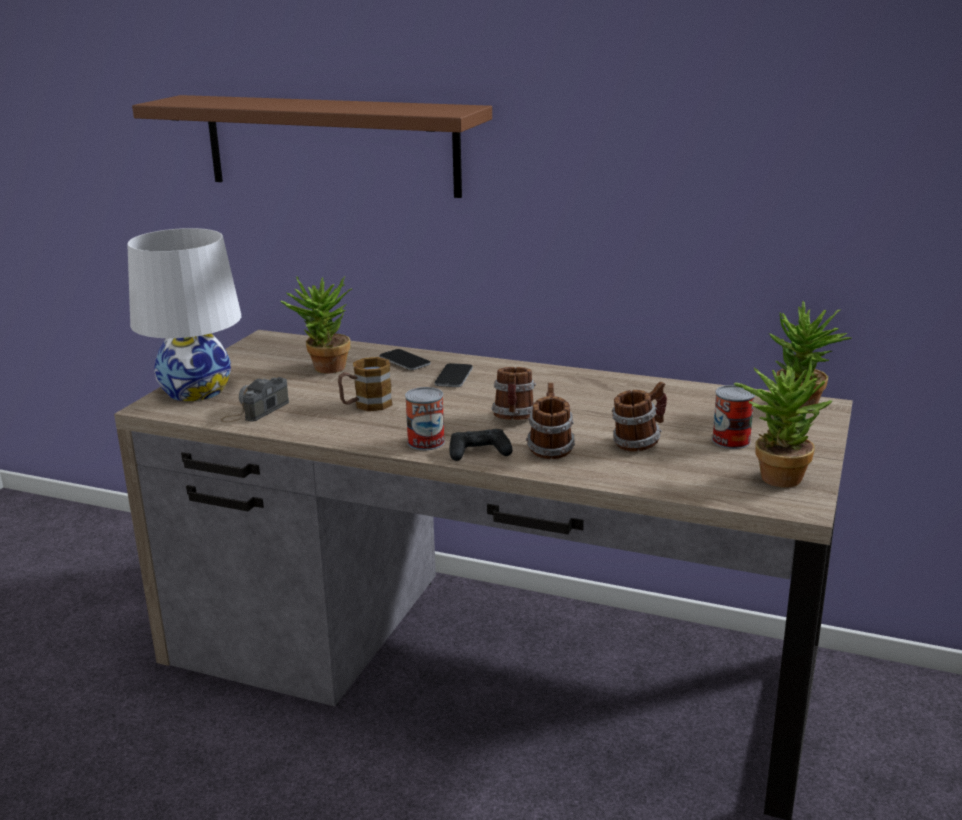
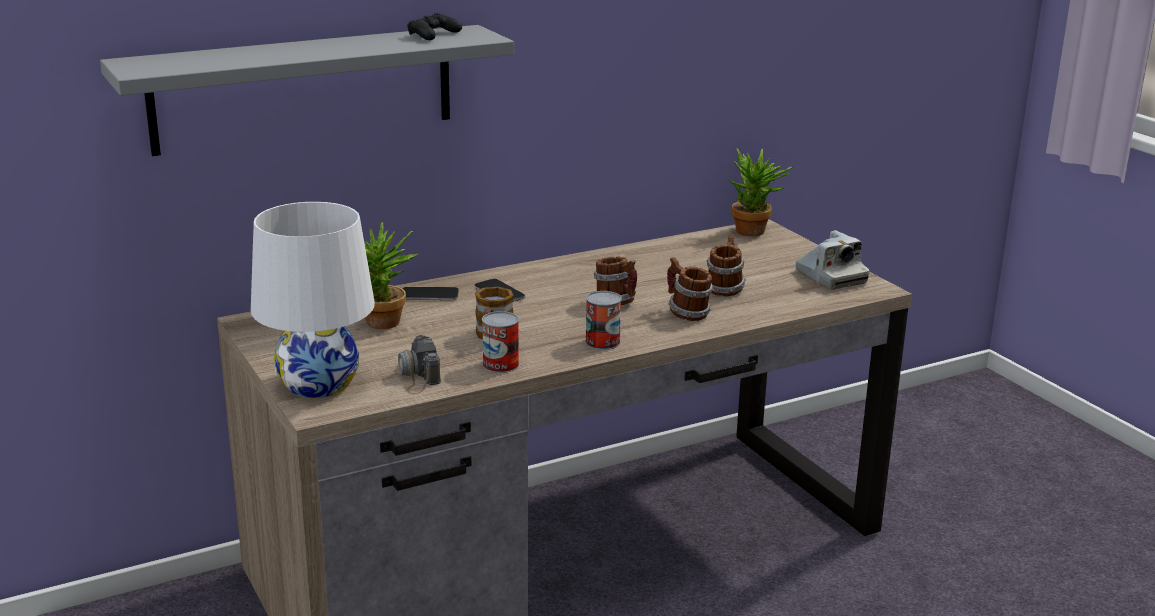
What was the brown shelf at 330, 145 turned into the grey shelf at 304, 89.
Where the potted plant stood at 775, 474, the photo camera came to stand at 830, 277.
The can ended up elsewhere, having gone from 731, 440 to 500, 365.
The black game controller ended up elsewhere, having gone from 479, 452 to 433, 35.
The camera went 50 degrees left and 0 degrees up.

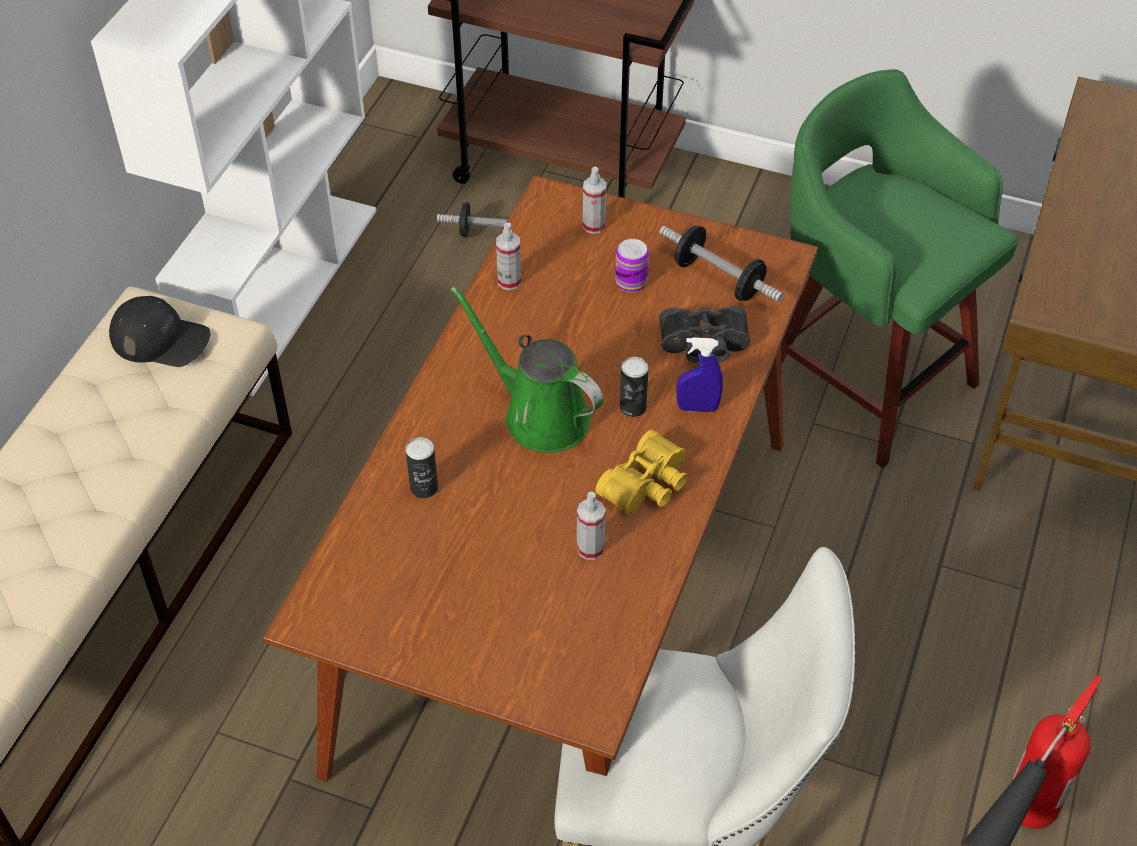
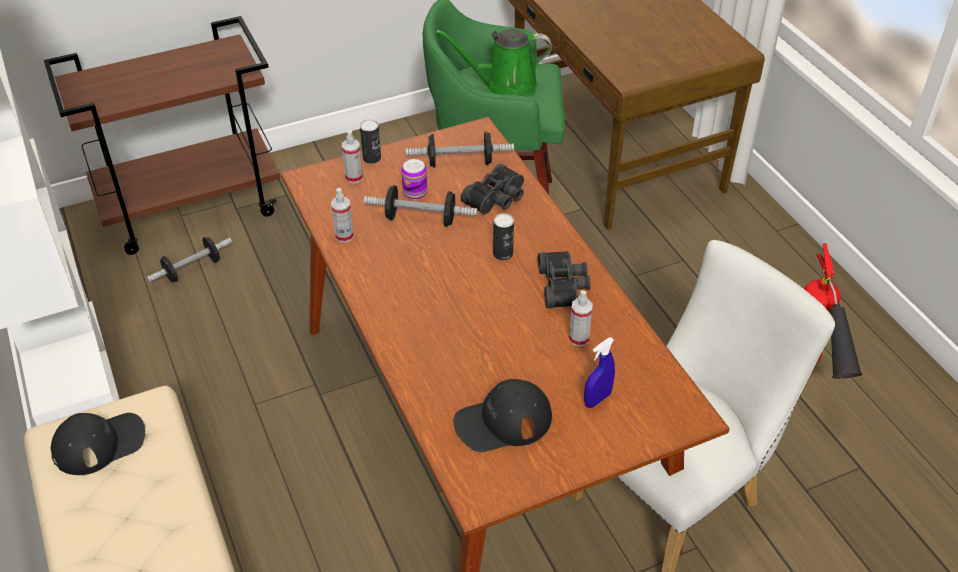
The green watering can ended up elsewhere, having gone from 539, 415 to 505, 85.
The blue spray bottle ended up elsewhere, having gone from 697, 408 to 597, 399.
What was the yellow binoculars at 648, 485 turned into the black binoculars at 564, 286.
The can ended up elsewhere, having gone from 424, 488 to 372, 158.
The second view gained the dumbbell at 421, 219.
The second view gained the black cap at 503, 422.
The camera went 45 degrees left and 5 degrees down.

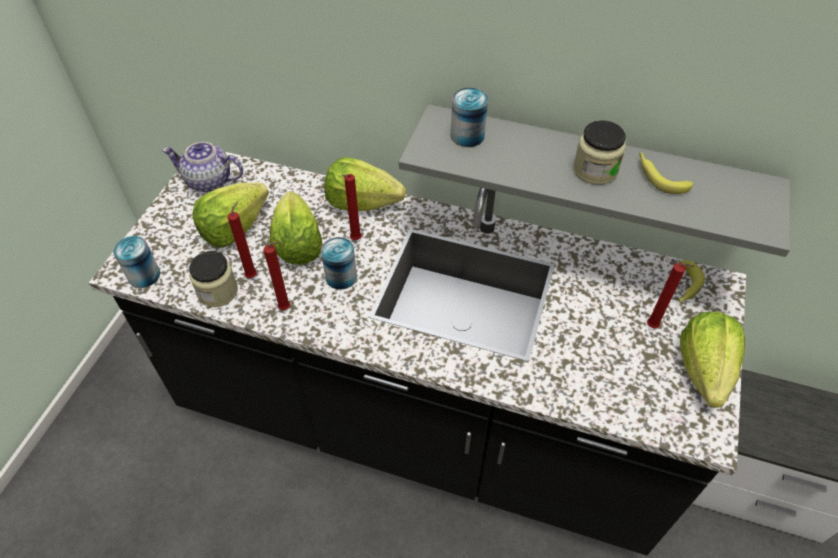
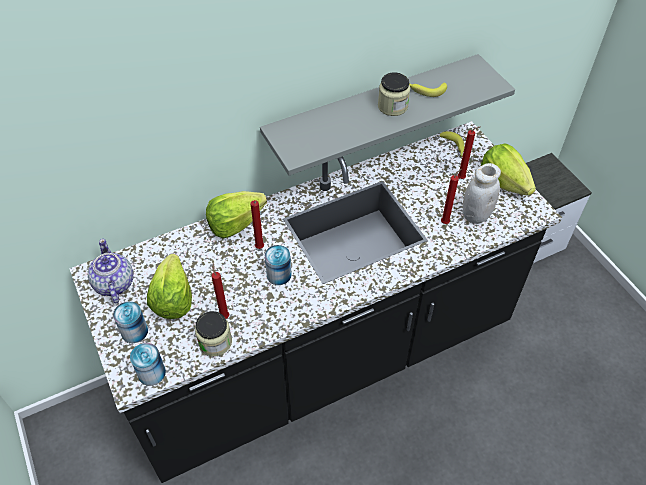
The can ended up elsewhere, having gone from 467, 136 to 134, 331.
The teapot at 209, 181 ended up facing another way, 105 degrees clockwise from before.
The second view lost the lettuce at 297, 244.
The red candle ended up elsewhere, having gone from 286, 308 to 446, 222.
The second view gained the white jar at 476, 215.
The camera went 45 degrees left and 0 degrees up.

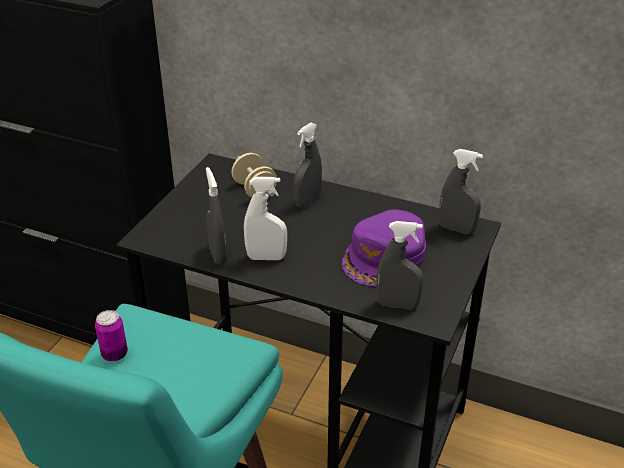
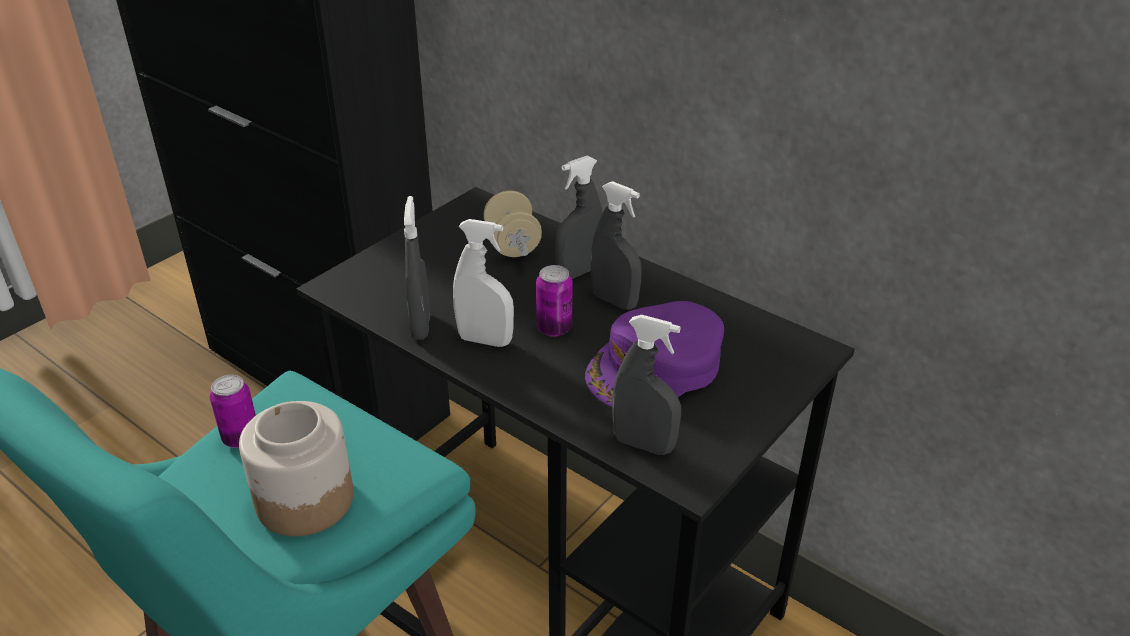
The grey spray bottle ended up elsewhere, having gone from 456, 229 to 614, 301.
The second view gained the can at 554, 328.
The second view gained the jar at 304, 499.
The camera went 15 degrees right and 0 degrees up.

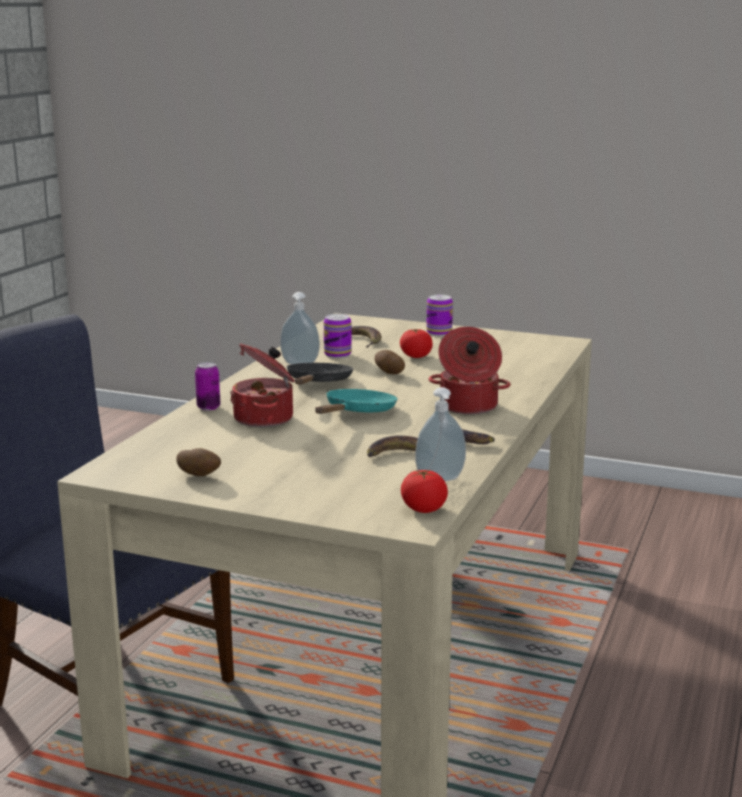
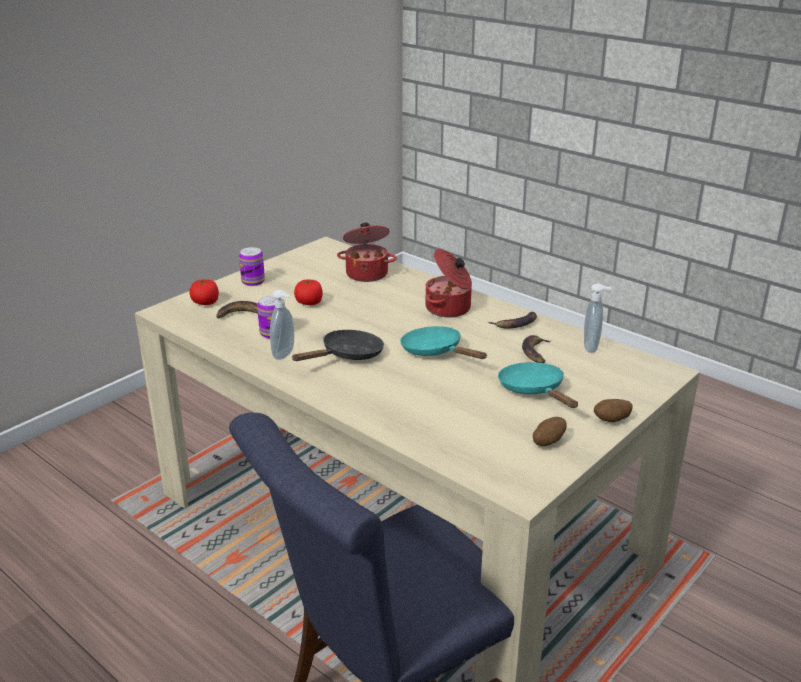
The cooking pot ended up elsewhere, having gone from 265, 418 to 367, 273.
The potato ended up elsewhere, having gone from 389, 373 to 611, 421.
The second view lost the can at 208, 407.
The black frying pan at 318, 383 ended up facing another way, 105 degrees clockwise from before.
The tomato ended up elsewhere, having gone from 423, 508 to 205, 303.
The second view gained the turquoise frying pan at 534, 390.
The camera went 70 degrees left and 10 degrees up.

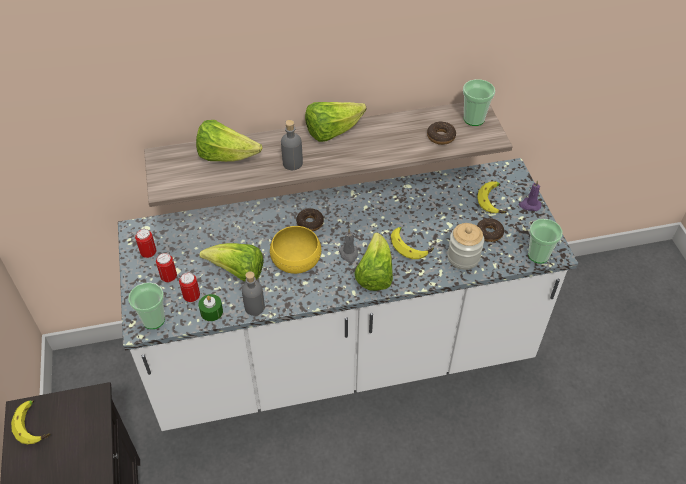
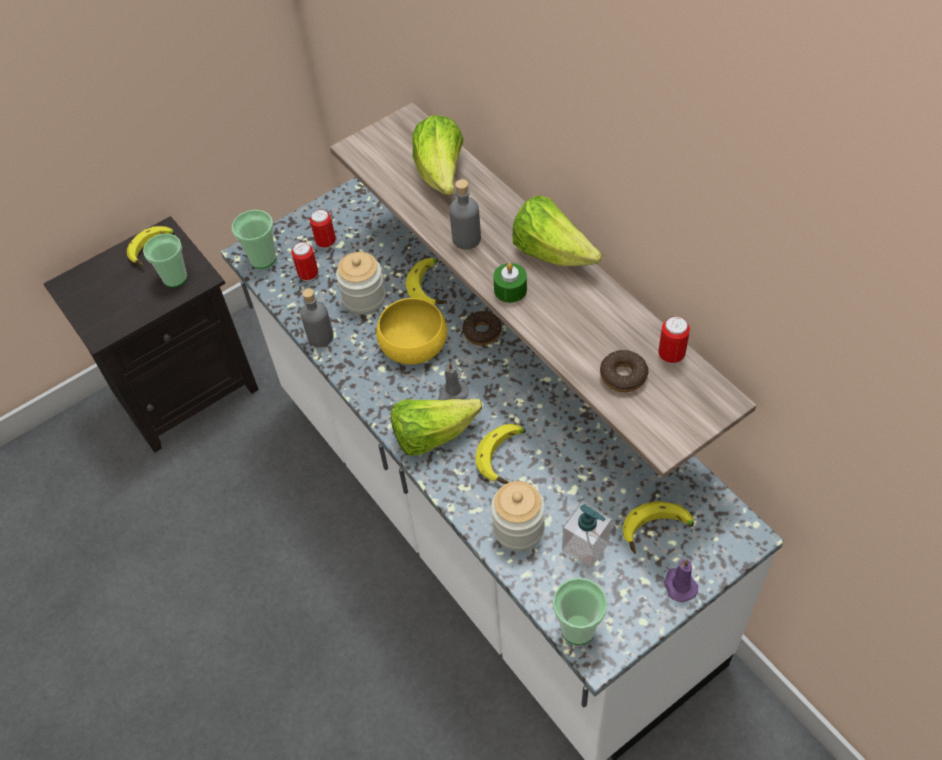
The cup ended up elsewhere, having gone from 473, 119 to 175, 277.
Where the donut stood at 489, 233, the soap dispenser came to stand at 585, 546.
The can ended up elsewhere, having gone from 149, 253 to 671, 355.
Where the lettuce stood at 237, 272, the jar came to stand at 364, 298.
The green candle ended up elsewhere, having gone from 211, 312 to 510, 290.
The second view gained the banana at 431, 286.
The camera went 70 degrees right and 5 degrees up.

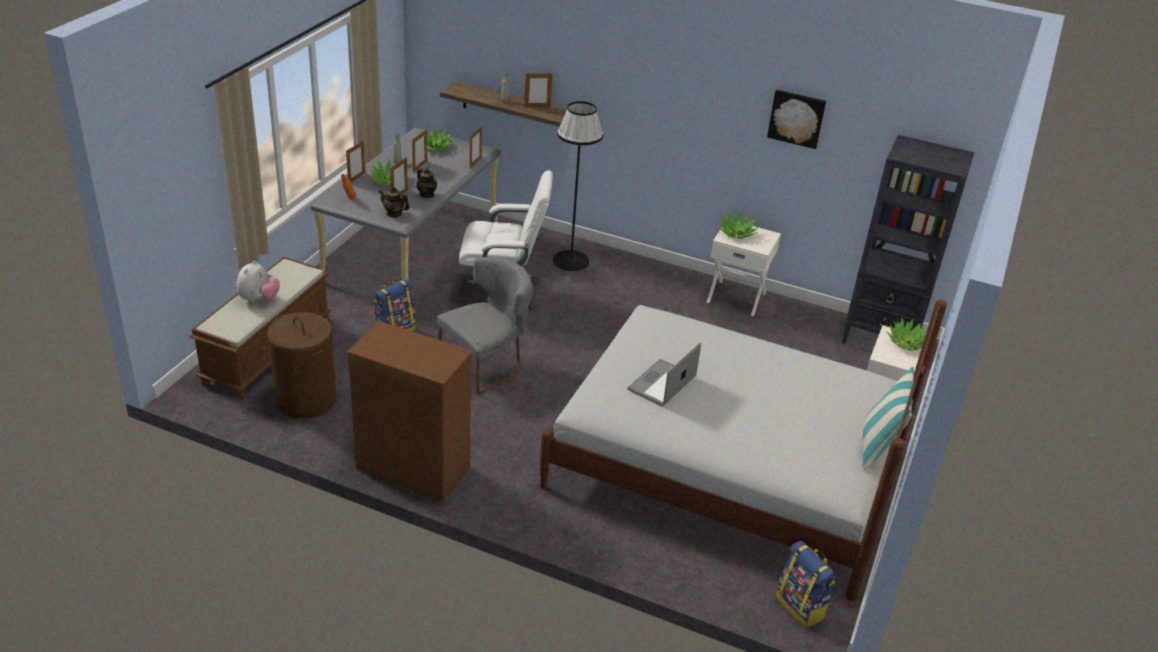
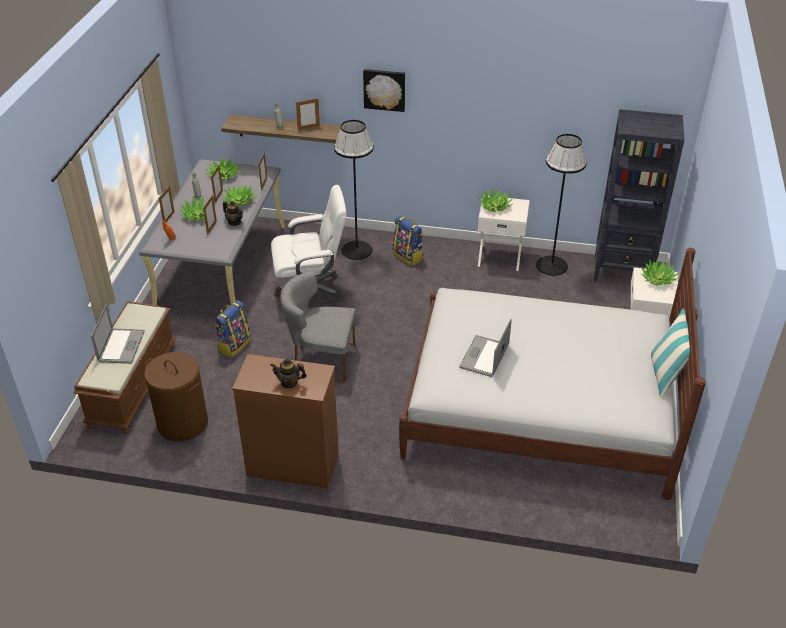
The picture ended up elsewhere, having gone from 796, 118 to 384, 89.
The teapot ended up elsewhere, having gone from 394, 213 to 289, 383.
The grey chair at 487, 365 ended up facing another way, 120 degrees counterclockwise from before.
Where the plush toy stood at 259, 299, the laptop came to stand at 121, 346.
The backpack ended up elsewhere, having gone from 801, 606 to 408, 256.
The second view gained the black floor lamp at 552, 265.
The second view gained the potted plant at 240, 201.
The camera went 10 degrees left and 5 degrees up.

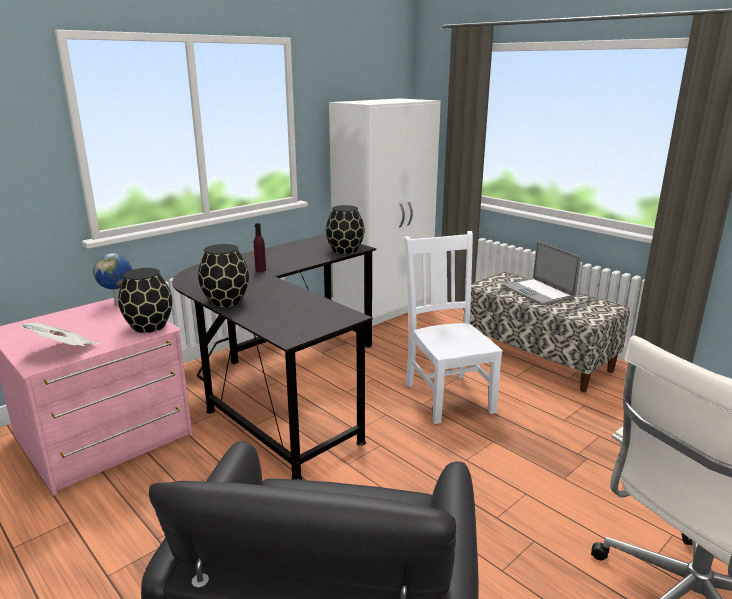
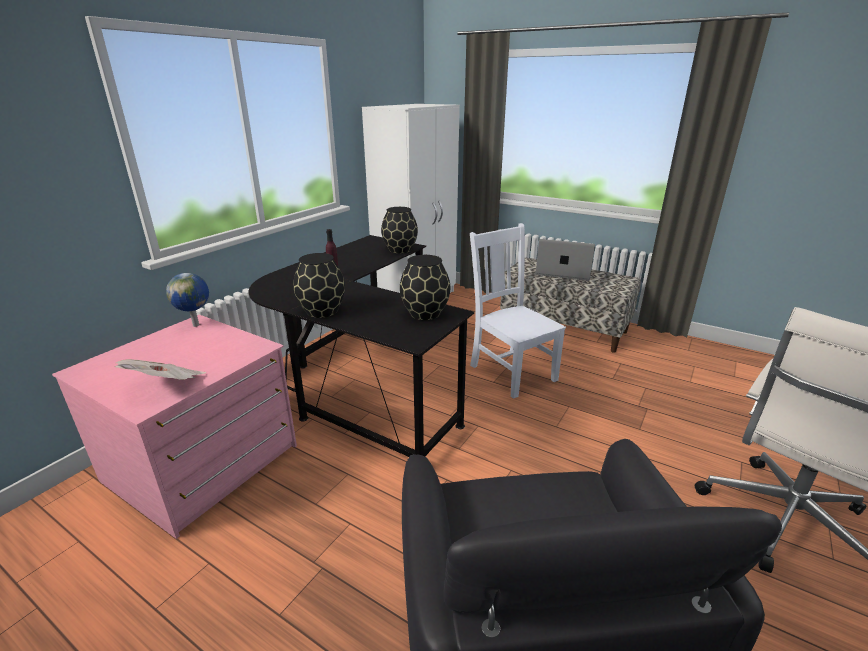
The laptop at 537, 292 ended up facing another way, 150 degrees clockwise from before.
The black vase ended up elsewhere, having gone from 148, 326 to 424, 313.
The camera went 15 degrees left and 5 degrees up.

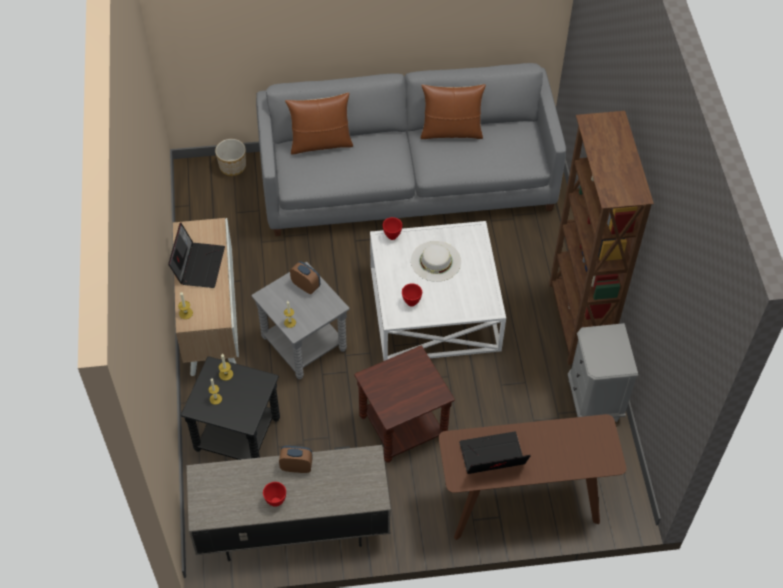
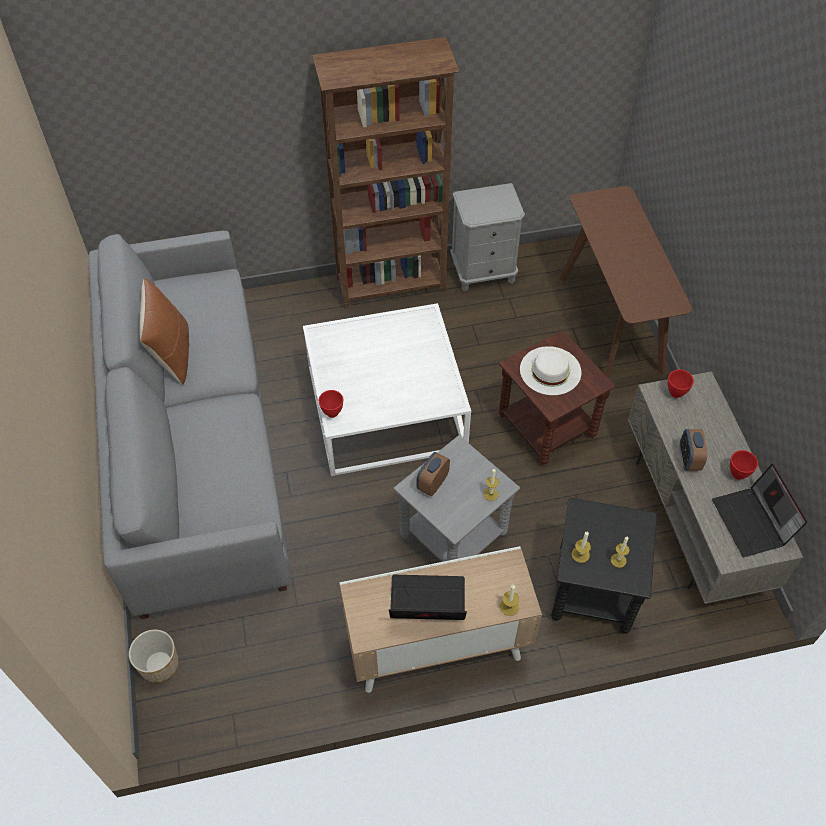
The second view lost the brown pillow at 321, 143.
The white hat ended up elsewhere, having gone from 436, 261 to 550, 370.
The red bowl ended up elsewhere, having gone from 412, 303 to 676, 392.
The laptop ended up elsewhere, having gone from 492, 458 to 753, 522.
The camera went 95 degrees left and 0 degrees up.

